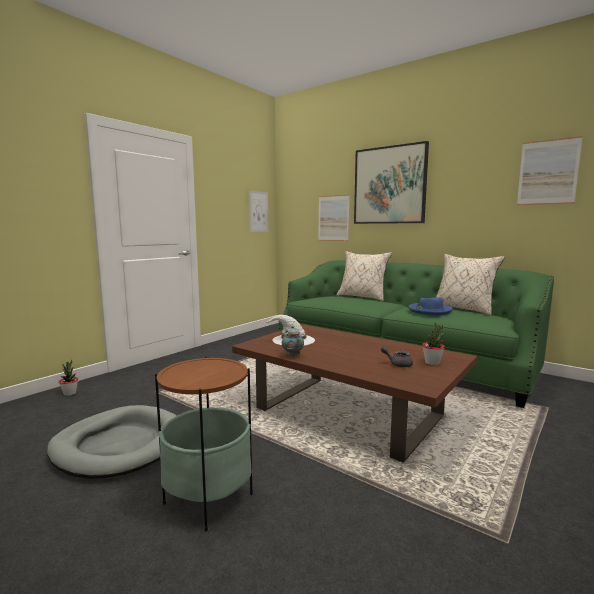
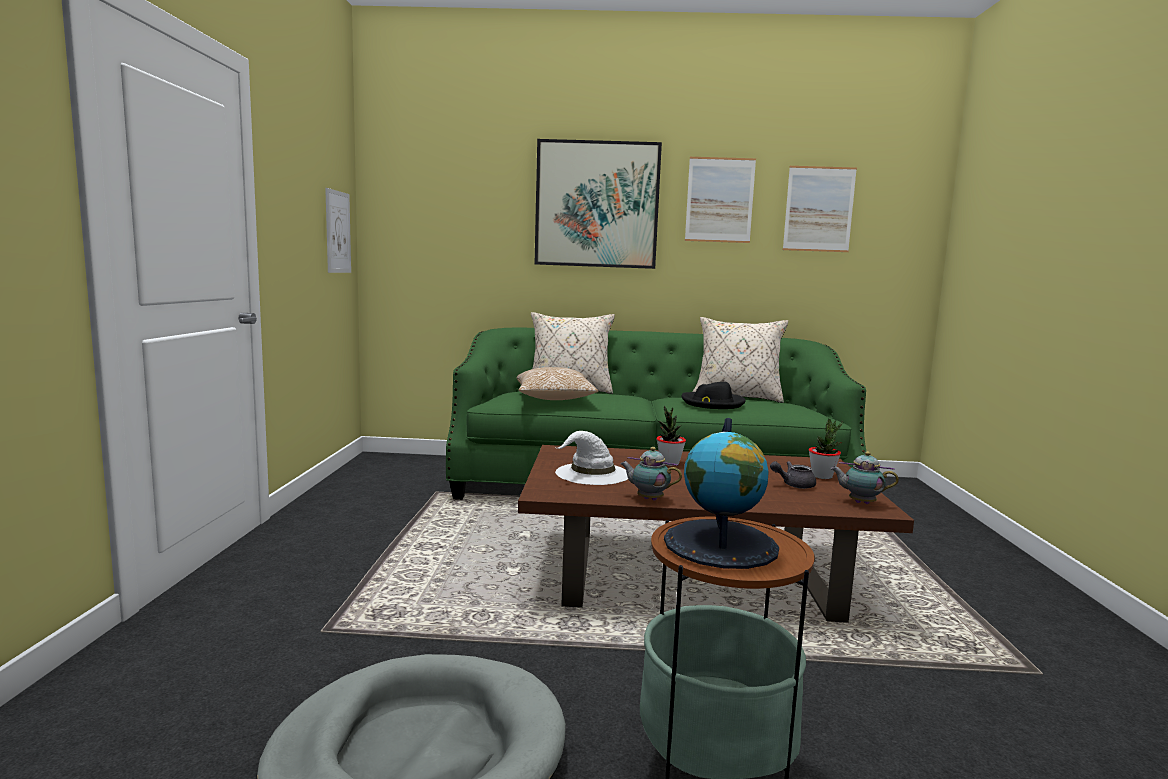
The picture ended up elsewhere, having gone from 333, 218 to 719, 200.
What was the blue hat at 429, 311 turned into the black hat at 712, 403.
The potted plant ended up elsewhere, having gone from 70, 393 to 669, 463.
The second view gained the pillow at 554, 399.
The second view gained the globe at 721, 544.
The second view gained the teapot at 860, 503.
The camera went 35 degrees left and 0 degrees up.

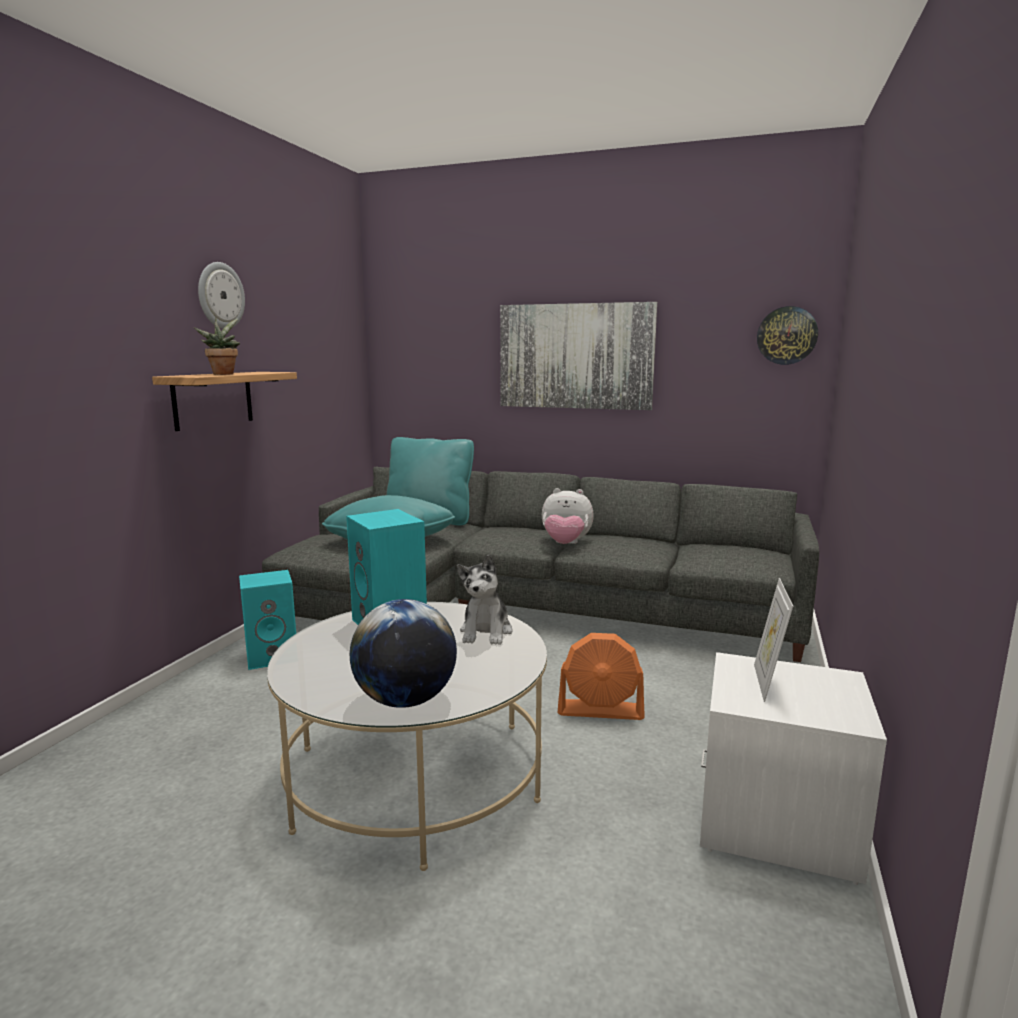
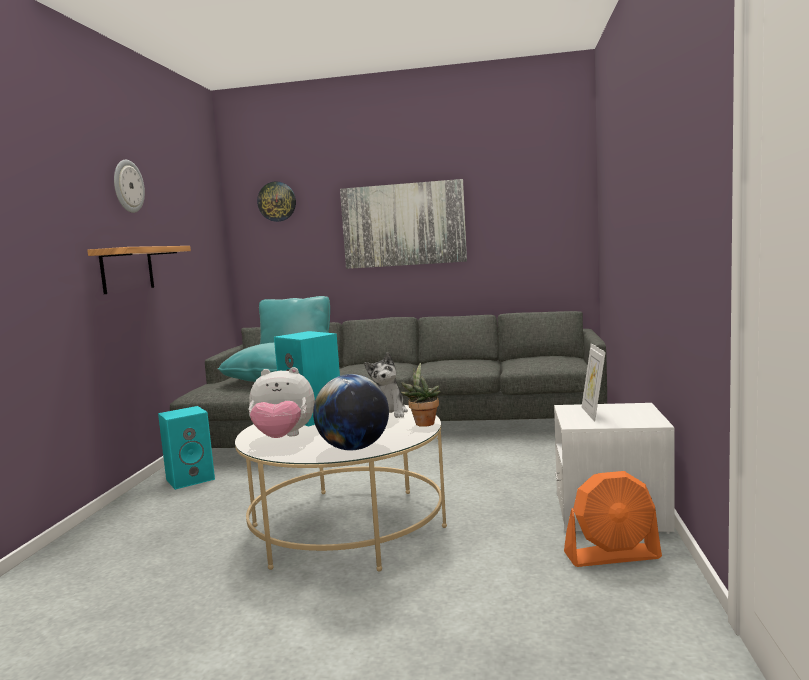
The wall clock ended up elsewhere, having gone from 786, 335 to 277, 201.
The potted plant ended up elsewhere, having gone from 223, 374 to 423, 423.
The plush toy ended up elsewhere, having gone from 565, 544 to 283, 438.
The orange fan ended up elsewhere, having gone from 600, 710 to 612, 556.
The camera went 10 degrees left and 5 degrees down.

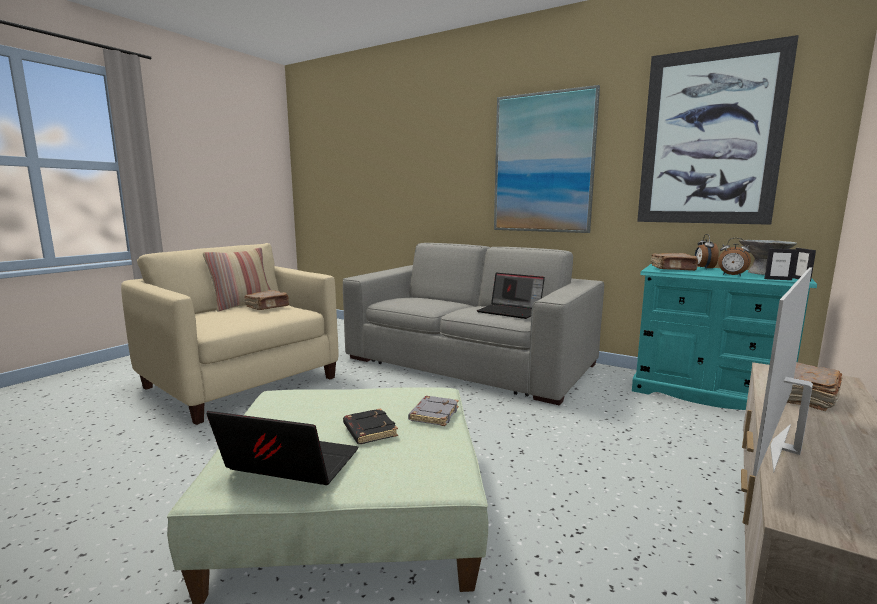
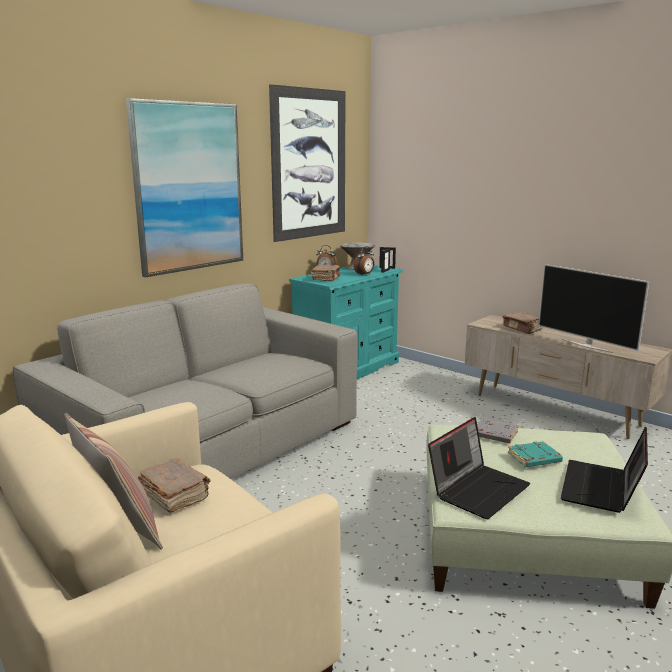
The laptop ended up elsewhere, having gone from 511, 311 to 478, 489.
What was the black book at 369, 430 turned into the turquoise book at 534, 458.
The camera went 80 degrees left and 5 degrees up.

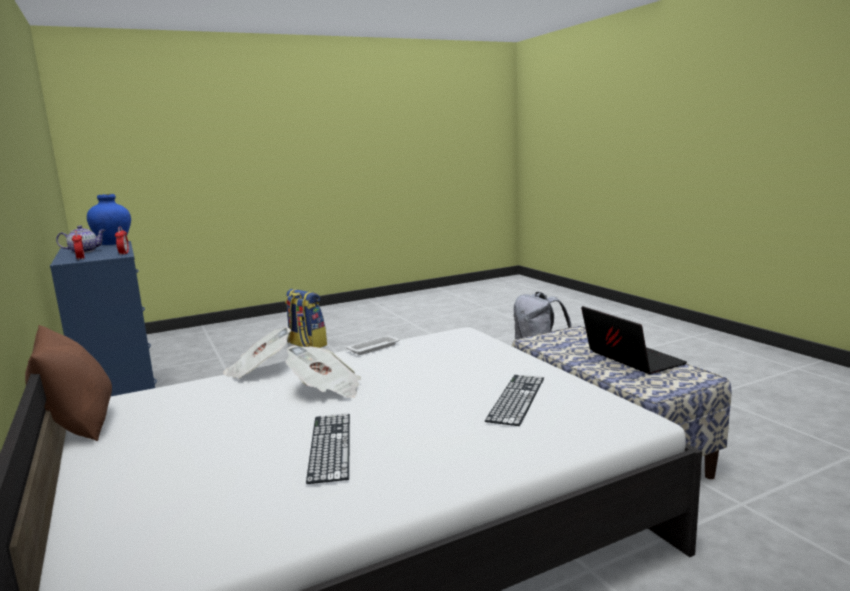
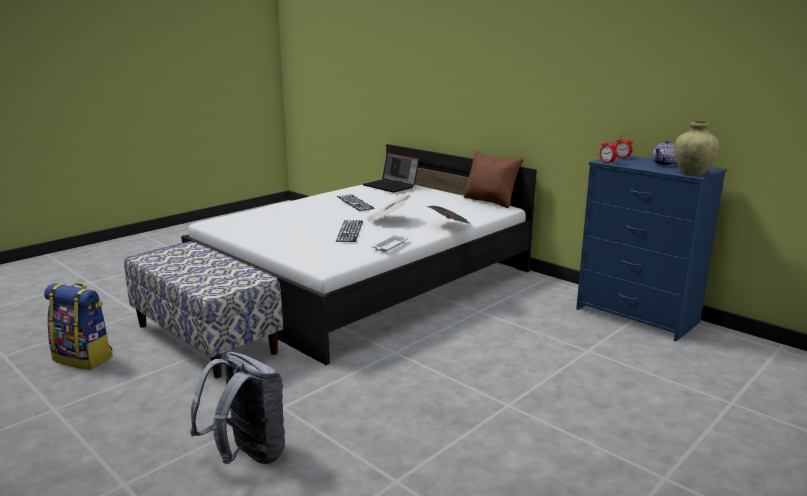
What was the blue vase at 113, 243 turned into the beige vase at 692, 173.
The backpack ended up elsewhere, having gone from 306, 345 to 84, 358.
The laptop ended up elsewhere, having gone from 630, 359 to 391, 186.
The keyboard ended up elsewhere, having gone from 516, 398 to 350, 231.
The camera went 160 degrees right and 5 degrees up.

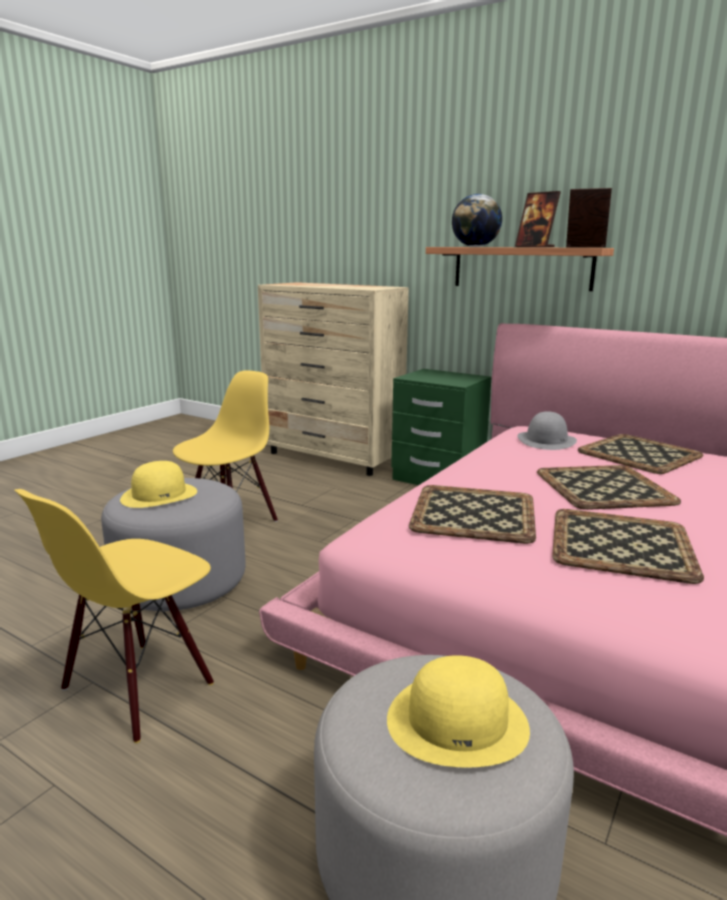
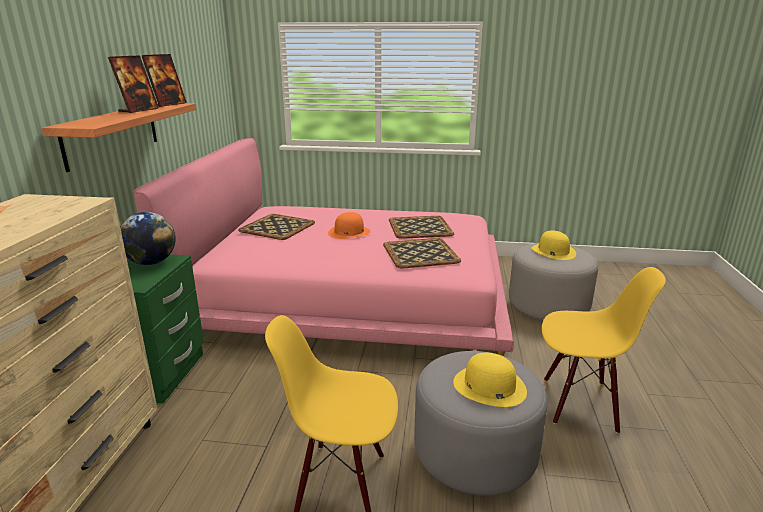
The picture frame at 585, 247 ended up facing another way, 150 degrees counterclockwise from before.
The globe ended up elsewhere, having gone from 475, 246 to 151, 262.
The second view lost the grey hat at 546, 440.
Where the tray stood at 602, 487, the orange hat came to stand at 349, 232.
The camera went 115 degrees left and 5 degrees up.

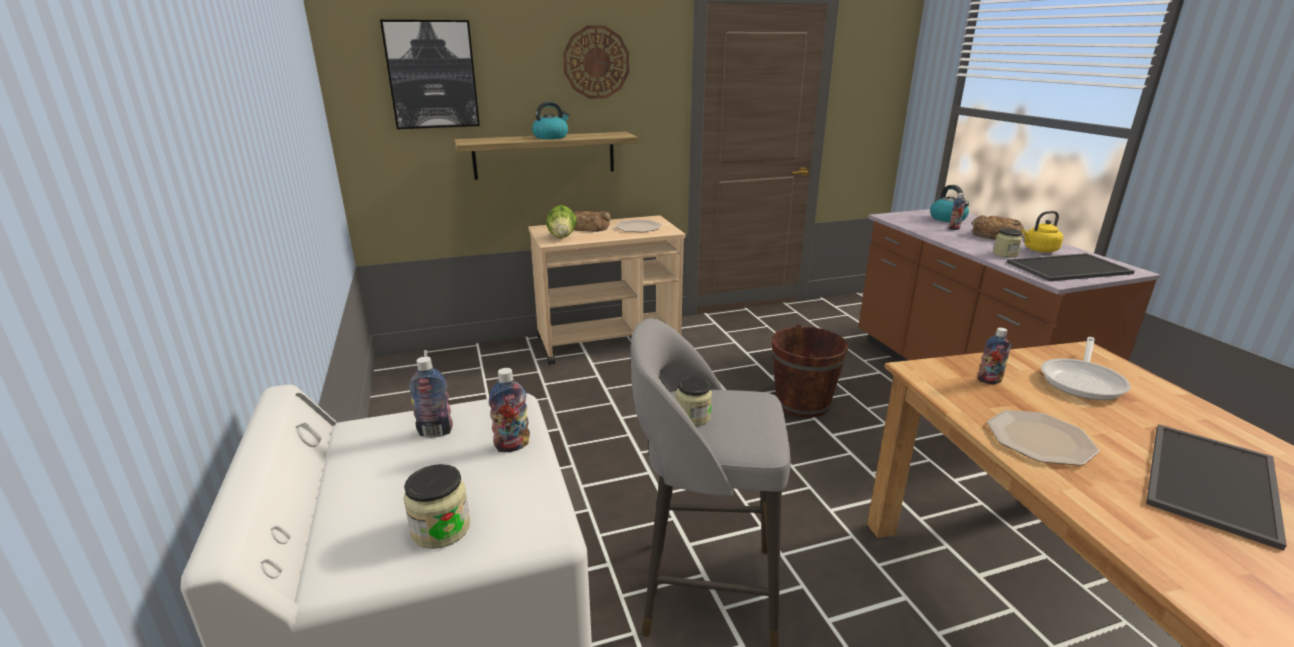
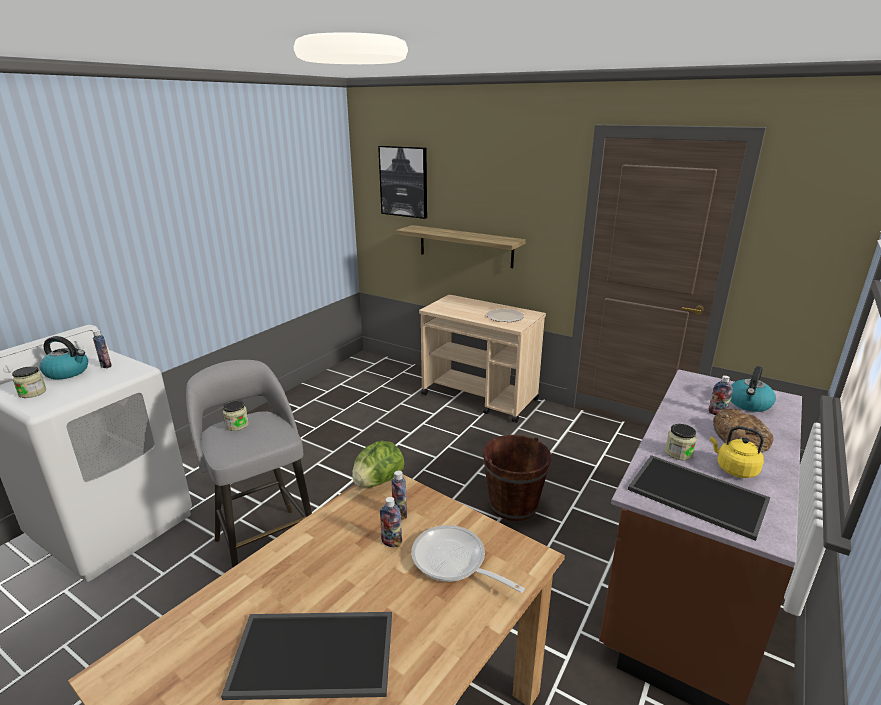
The second view lost the wall clock at 596, 62.
The kettle ended up elsewhere, having gone from 551, 137 to 68, 372.
The lettuce ended up elsewhere, having gone from 562, 237 to 378, 481.
The second view lost the bread at 590, 226.
The frying pan at 1083, 381 ended up facing another way, 45 degrees clockwise from before.
The bottle ended up elsewhere, having gone from 512, 446 to 391, 542.
The second view lost the plate at 1038, 439.
The camera went 50 degrees right and 0 degrees up.

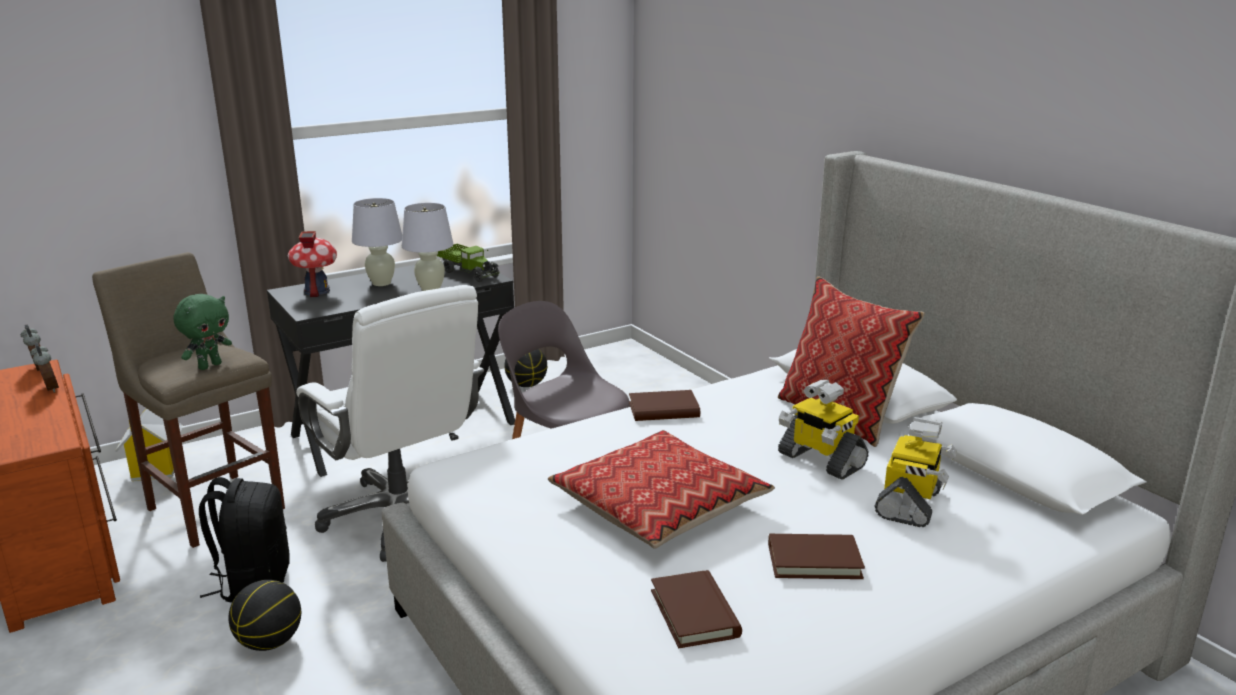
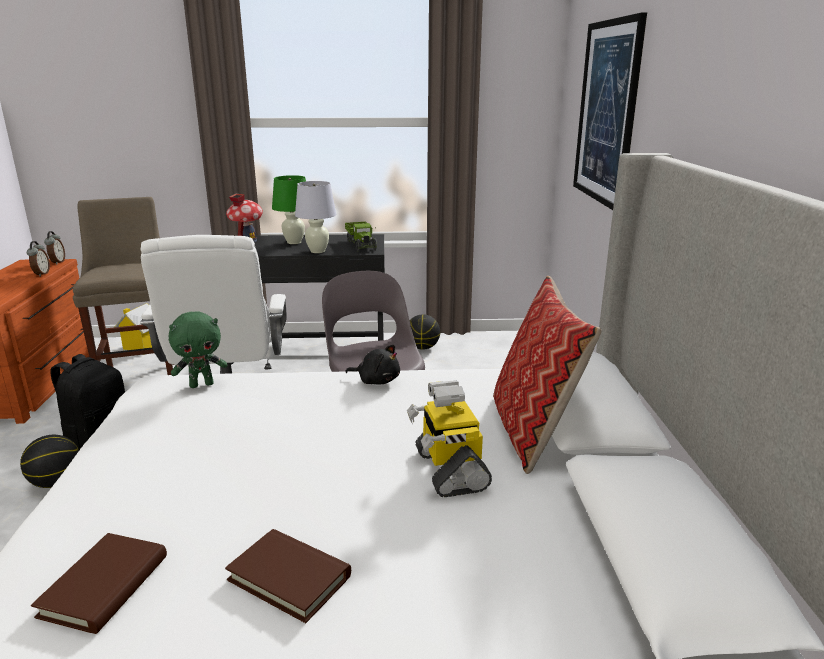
What was the white table lamp at 382, 283 turned into the green table lamp at 294, 242.
The green plush toy ended up elsewhere, having gone from 209, 366 to 202, 384.
Where the brown book stood at 663, 410, the black plush toy came to stand at 377, 380.
The second view lost the toy robot at 910, 504.
The second view lost the pillow at 659, 505.
The second view gained the picture at 607, 113.
The camera went 30 degrees right and 0 degrees up.

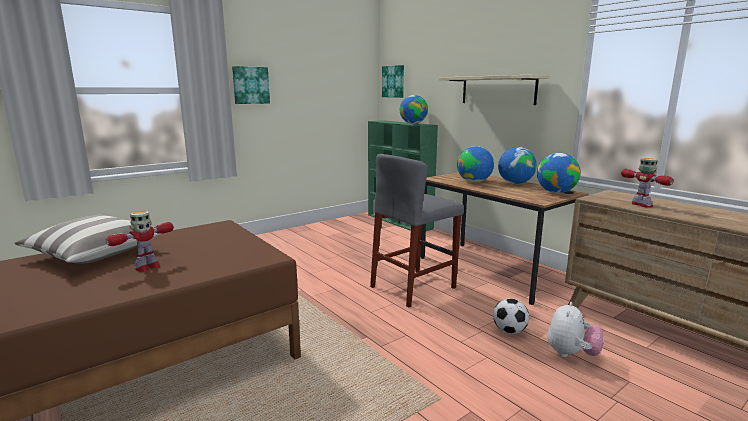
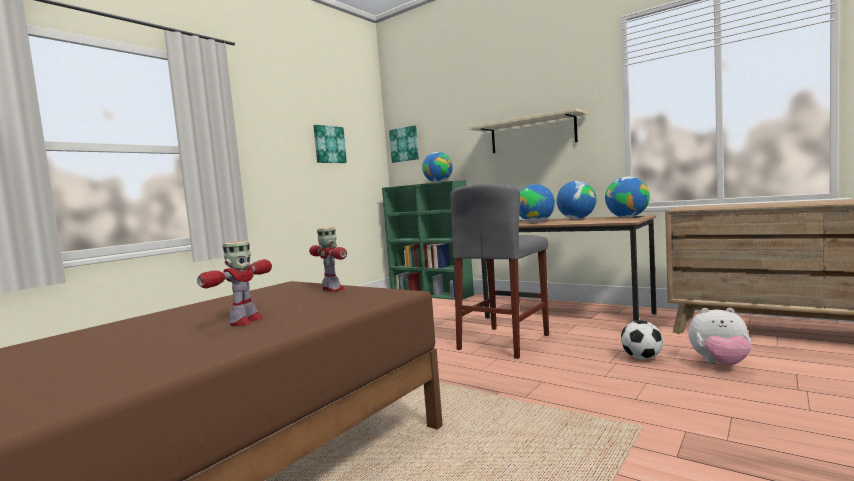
The picture ended up elsewhere, having gone from 250, 85 to 329, 144.
The toy robot ended up elsewhere, having gone from 642, 205 to 333, 289.
The second view lost the pillow at 94, 254.
The plush toy at 571, 354 ended up facing another way, 90 degrees clockwise from before.
The camera went 15 degrees left and 10 degrees down.

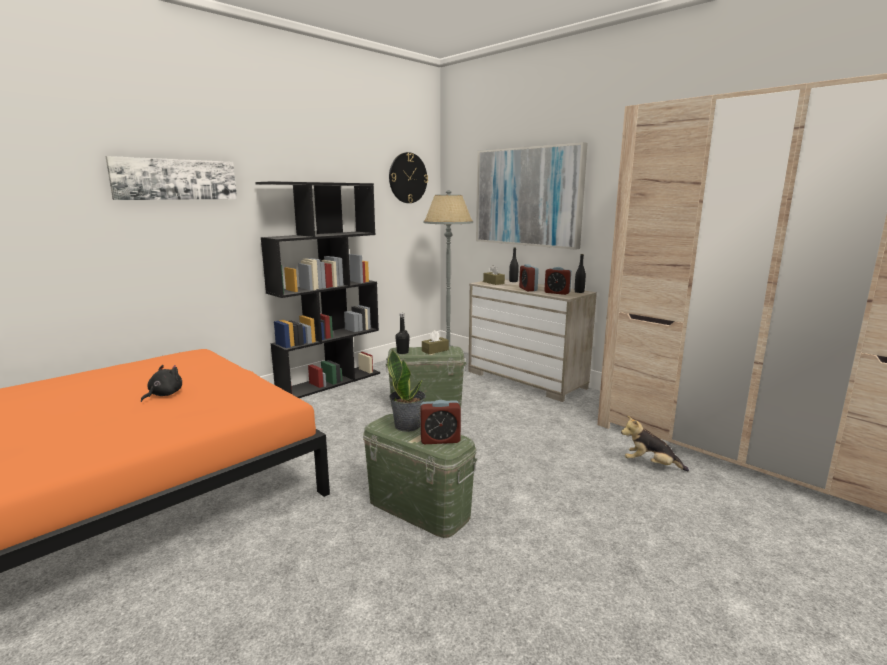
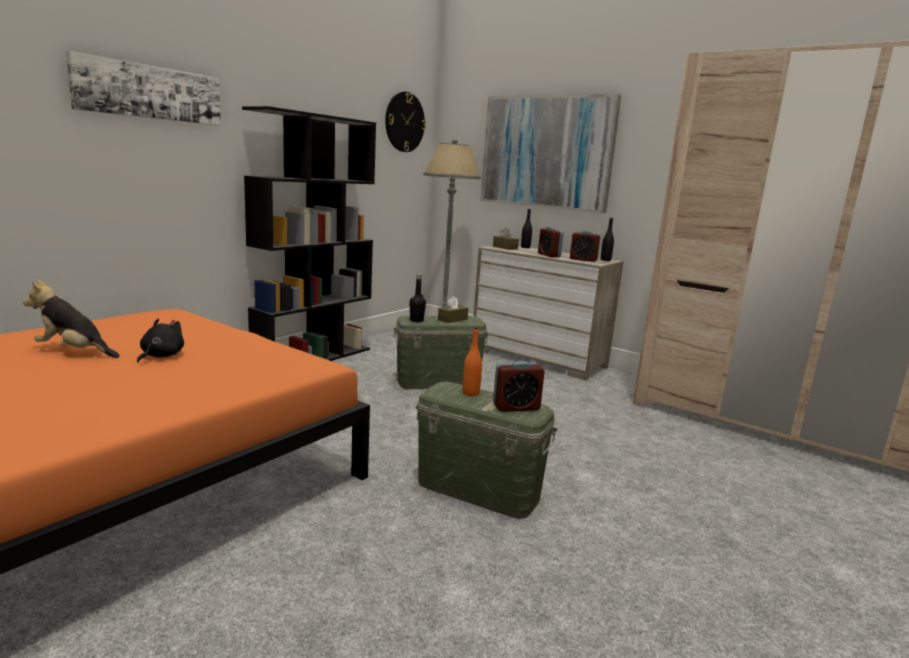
Where the potted plant stood at 408, 425, the orange bottle came to stand at 470, 393.
The plush toy ended up elsewhere, having gone from 650, 465 to 74, 352.
The camera went 10 degrees left and 0 degrees up.

